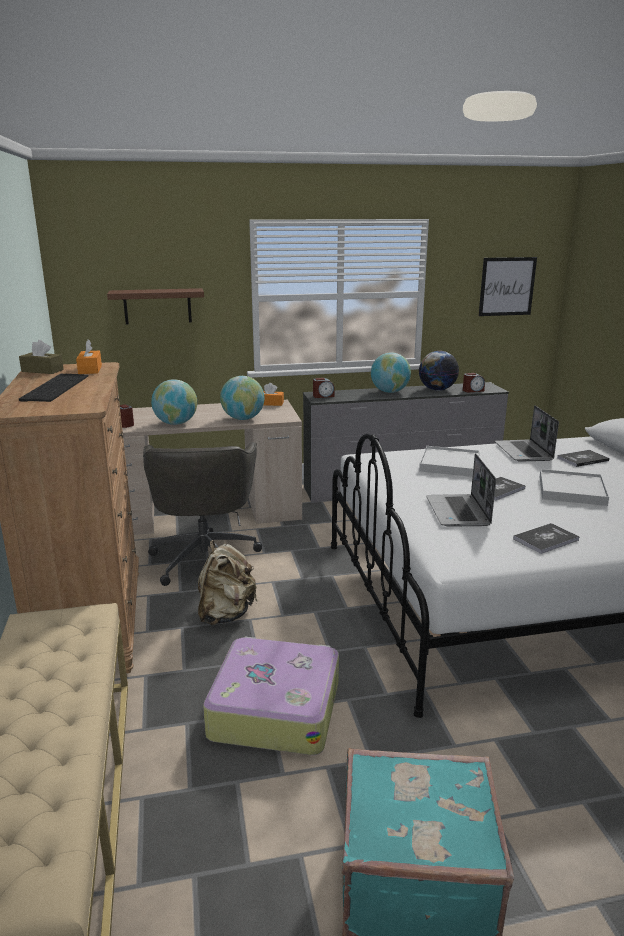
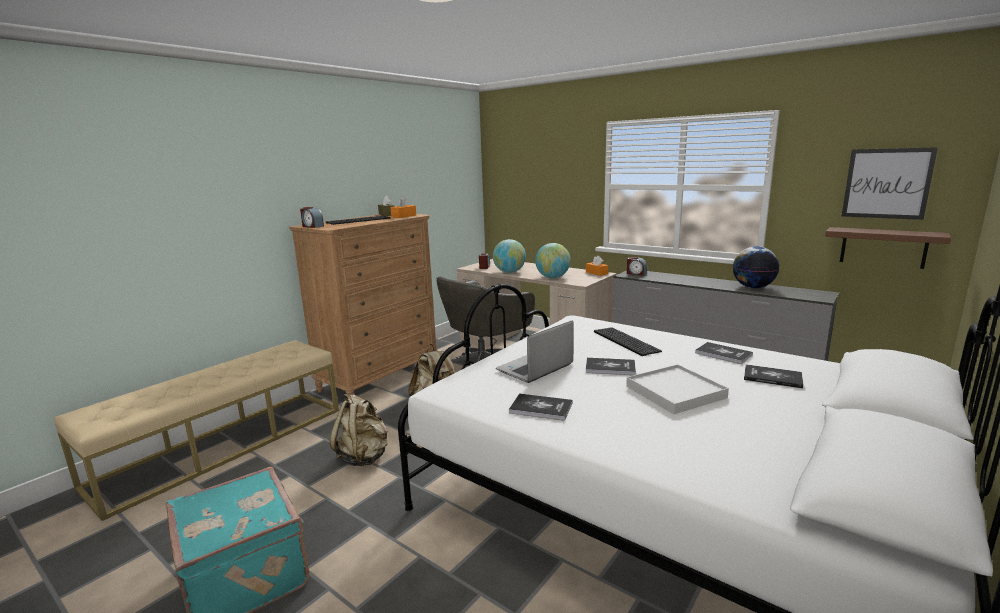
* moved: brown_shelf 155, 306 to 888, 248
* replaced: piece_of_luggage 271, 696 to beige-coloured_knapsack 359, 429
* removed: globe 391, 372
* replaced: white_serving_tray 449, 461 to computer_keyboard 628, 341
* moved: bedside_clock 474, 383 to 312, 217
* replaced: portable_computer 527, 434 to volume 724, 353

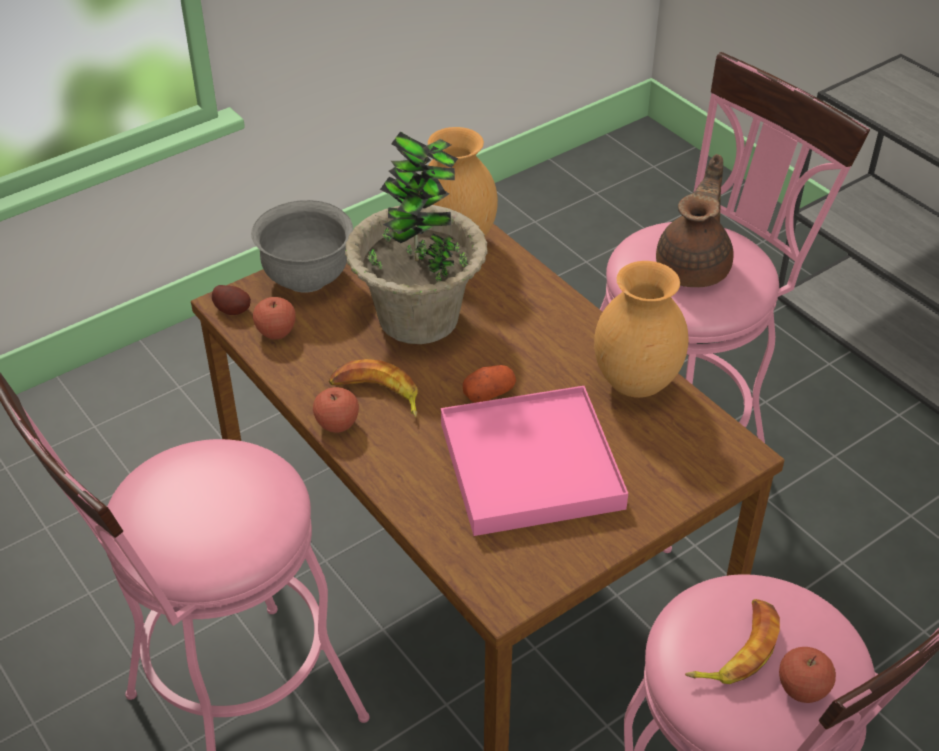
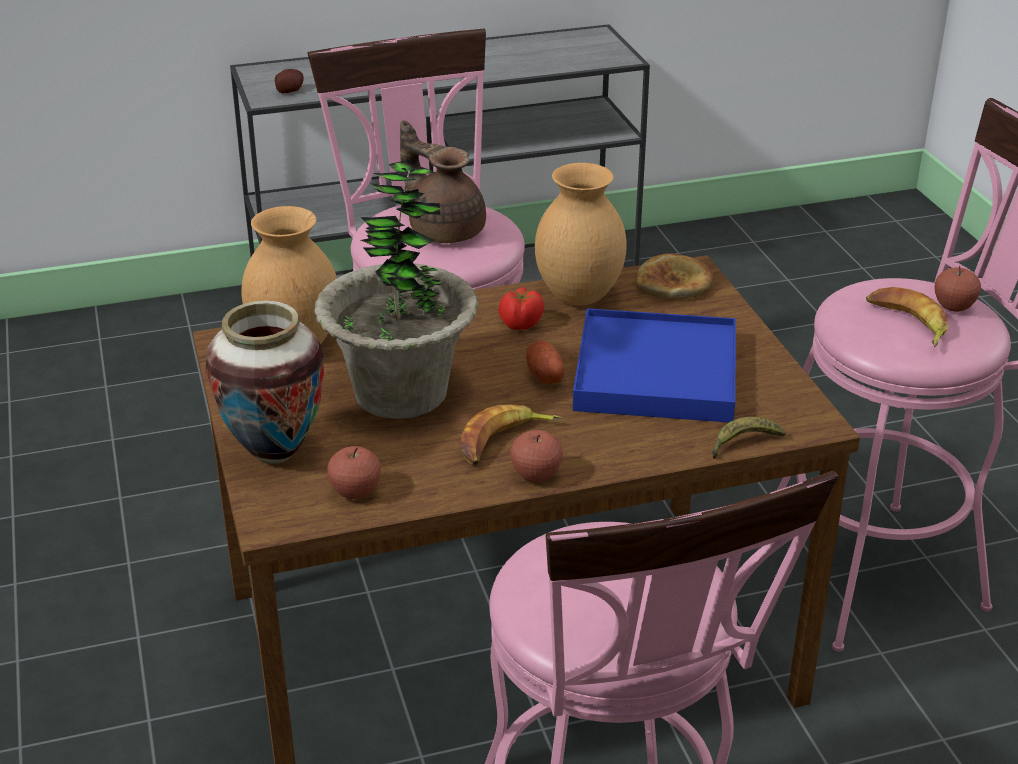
* moved: whole_potato 231, 300 to 289, 81
* replaced: gray_deep_dish 302, 246 to decorative_vase 264, 382
* recoloured: pinkish_serving_tray 534, 461 to blue_serving_tray 654, 365
* added: whole_tomato 521, 308
* added: bread 674, 276
* added: banana_fruit 749, 438

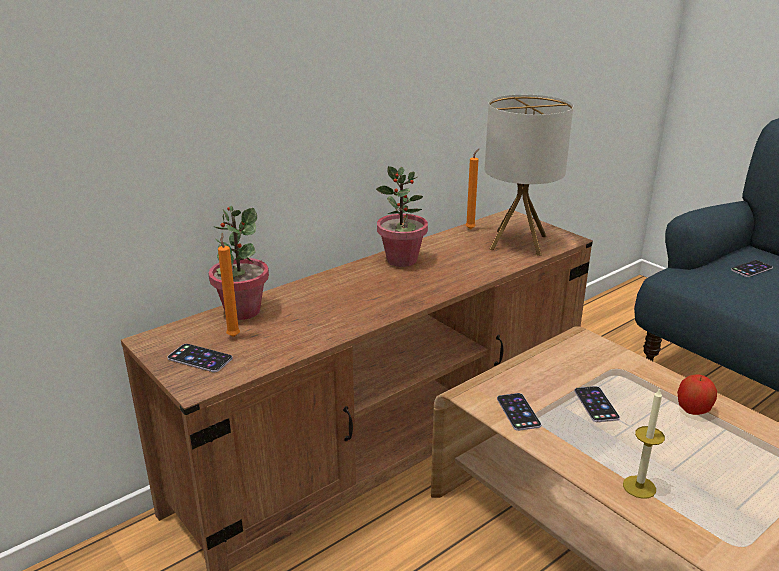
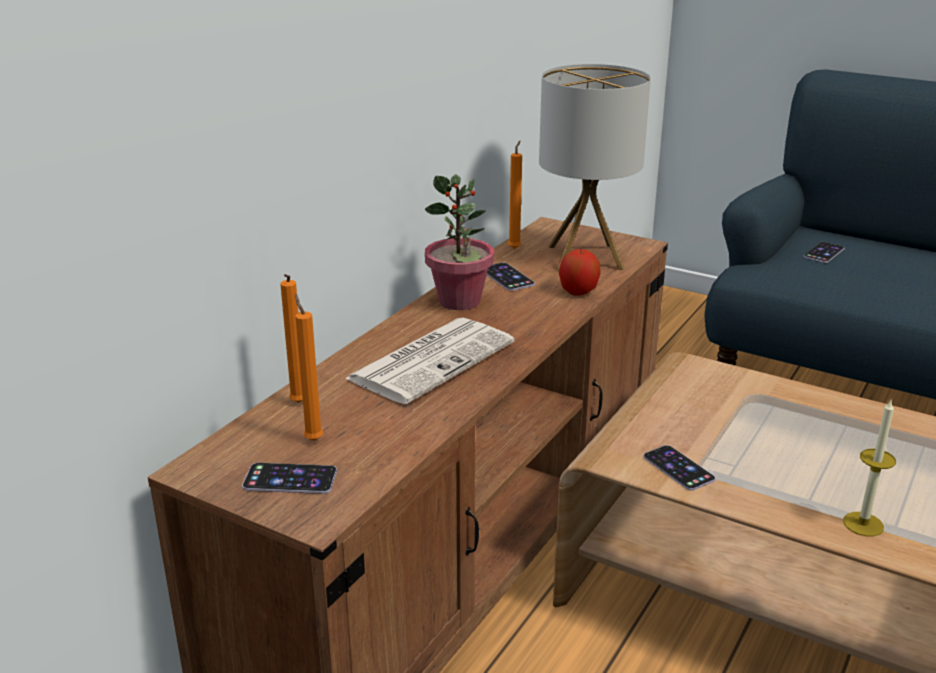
* replaced: houseplant 238, 263 to orangey_wax_light 291, 338
* moved: phone 597, 404 to 511, 276
* moved: apple 697, 394 to 580, 272
* added: newspaper 429, 361

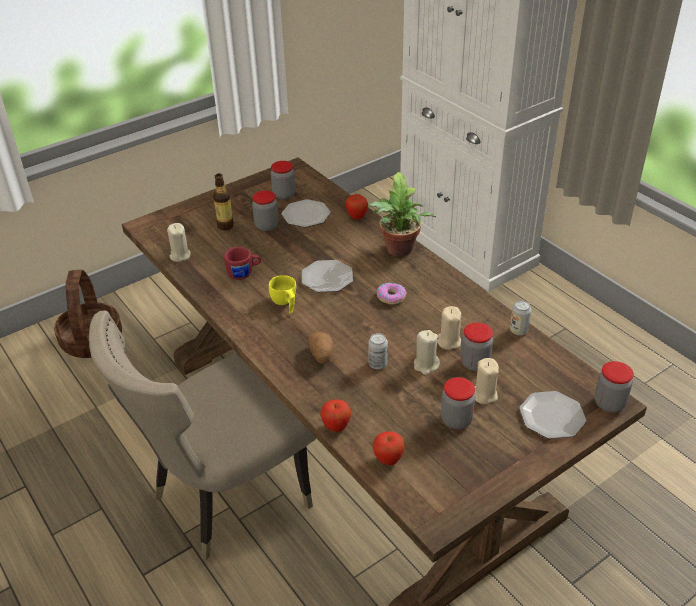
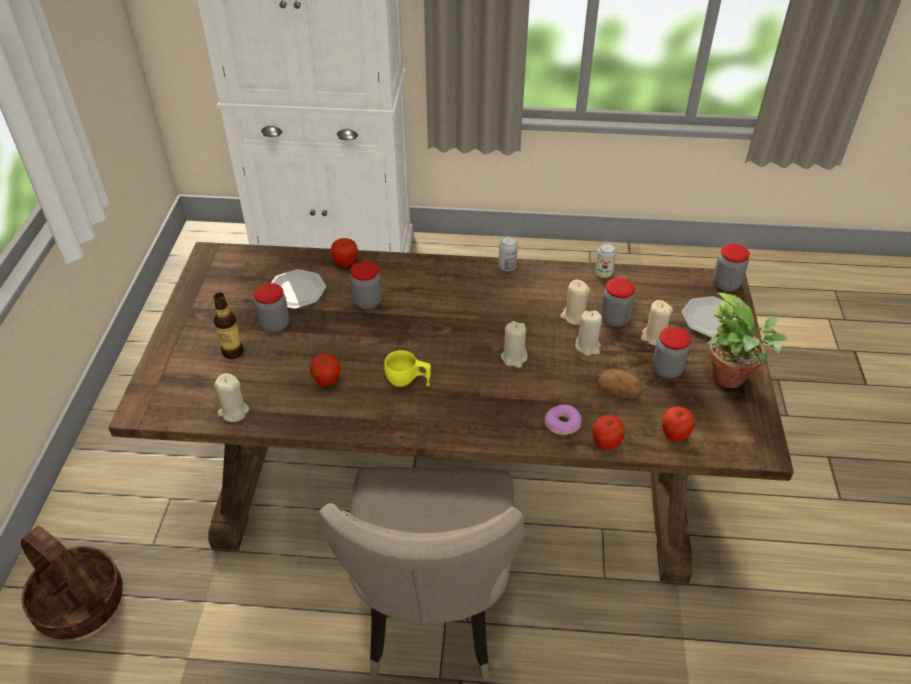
* replaced: red_tea_mug 242, 263 to apple 325, 370
* moved: preserve_jar 283, 180 to 366, 285
* removed: plate 327, 276
* moved: whole_potato 321, 348 to 620, 384
* moved: can 378, 351 to 508, 253
* moved: houseplant 402, 214 to 747, 340
* moved: ring_doughnut 392, 293 to 563, 419
* added: beige-coloured_wax_light 514, 344

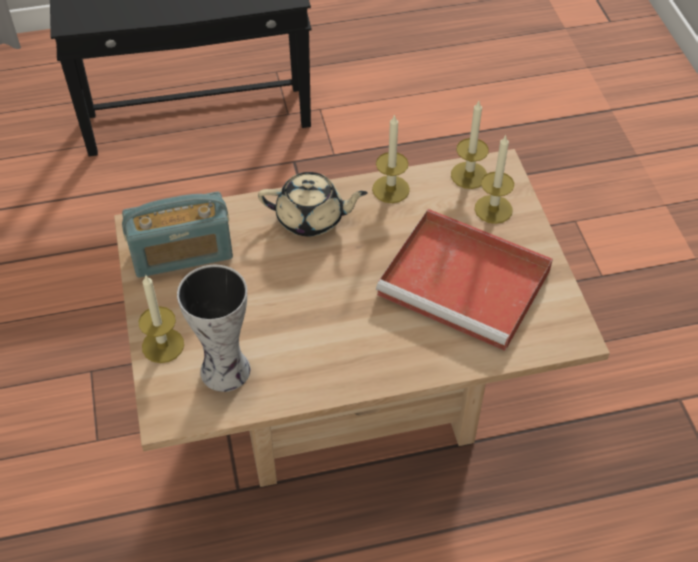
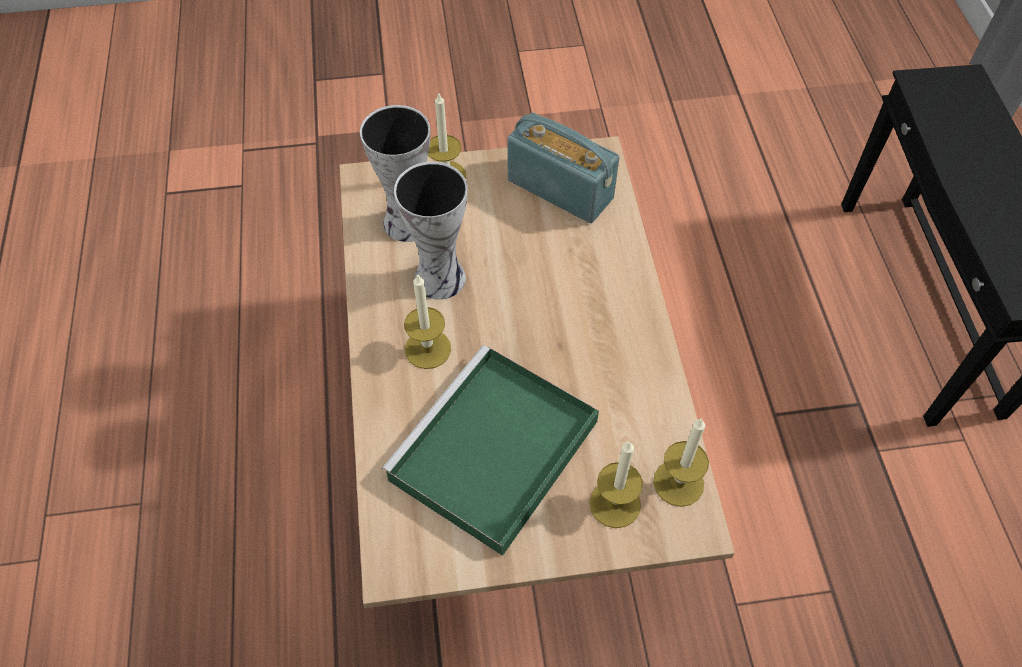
* turned: radio_receiver 177, 235 = 563, 168 135 degrees clockwise
* removed: beige-coloured_teapot 313, 204
* moved: wax_light 391, 158 to 427, 321
* recoloured: red_serving_tray 464, 280 to green_serving_tray 490, 450
* added: decorative_vase 431, 231

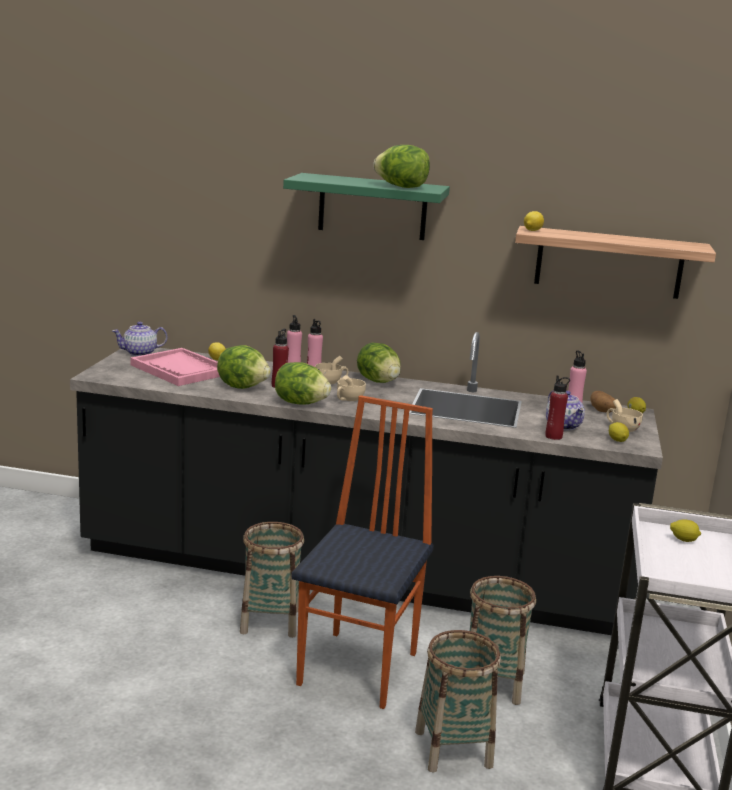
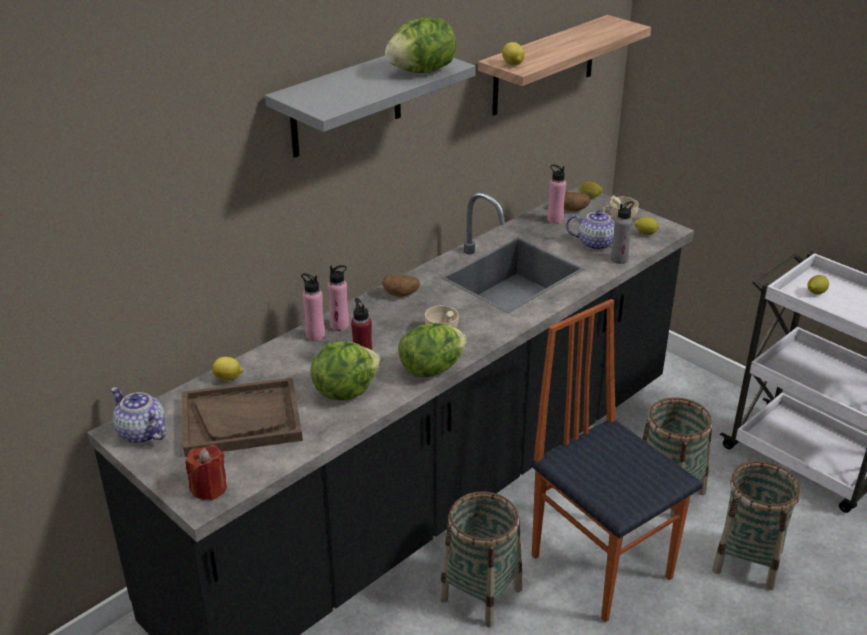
* turned: teapot 140, 339 = 138, 415 120 degrees clockwise
* recoloured: pinkish_serving_tray 175, 367 to brown_serving_tray 242, 417
* recoloured: green_shelf 366, 206 to gray_shelf 370, 107
* removed: beige-coloured_cup 331, 370
* replaced: lettuce 379, 363 to whole_potato 401, 286
* recoloured: red_bottle 557, 407 to gray_bottle 622, 232
* added: red_wax_light 206, 472

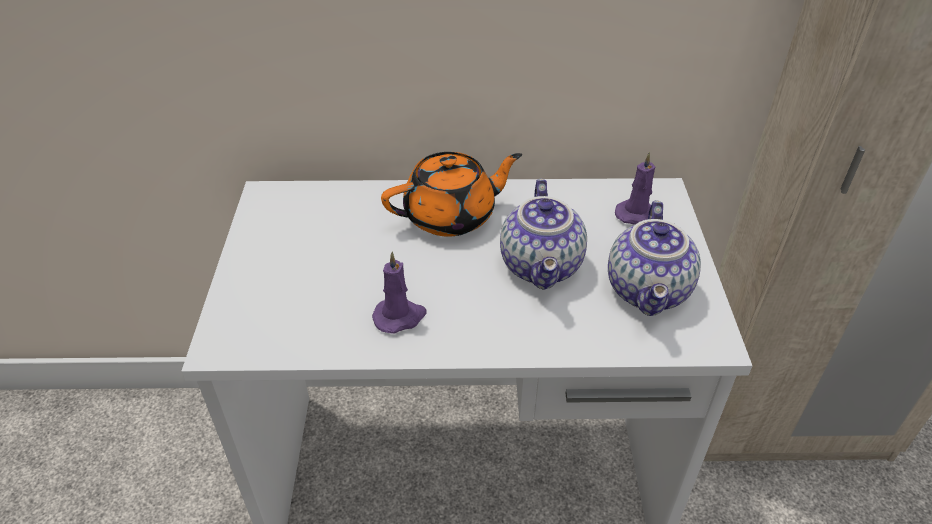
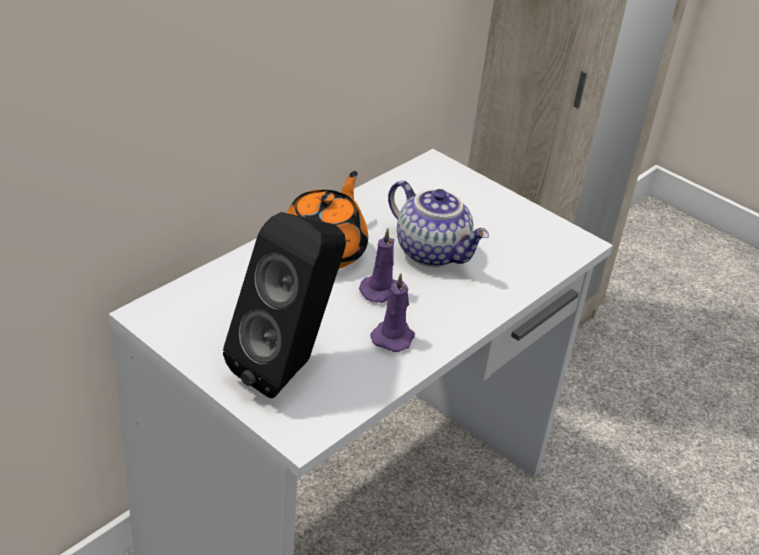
* removed: teapot 654, 258
* moved: purplish_wax_light 635, 188 to 378, 265
* added: black-coloured_speaker 284, 305

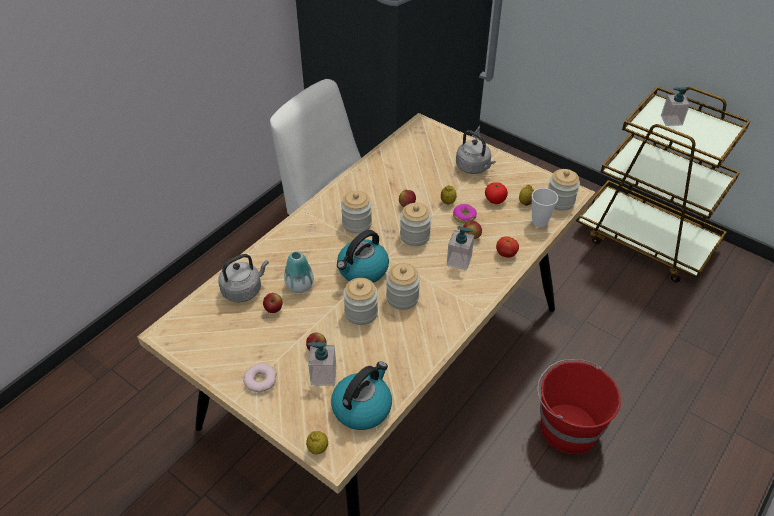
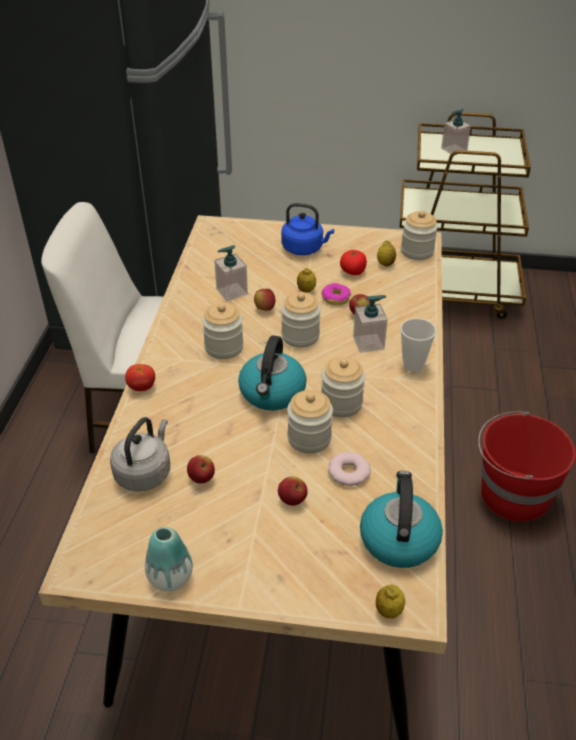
* moved: ring_doughnut 260, 377 to 349, 469
* moved: decorative_vase 299, 272 to 169, 559
* moved: soap_bottle 321, 364 to 231, 273
* recoloured: gray_tea_kettle 476, 152 to blue_tea_kettle 307, 229
* moved: whole_tomato 507, 247 to 140, 377
* moved: cup 545, 208 to 418, 345

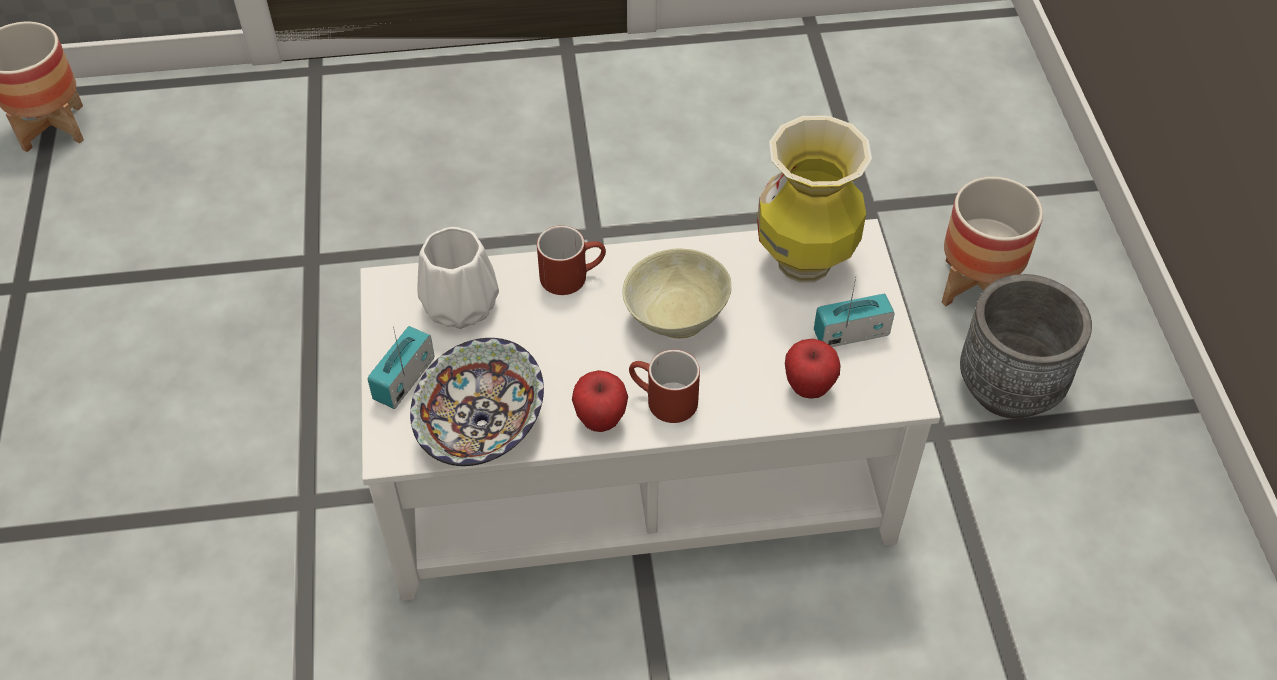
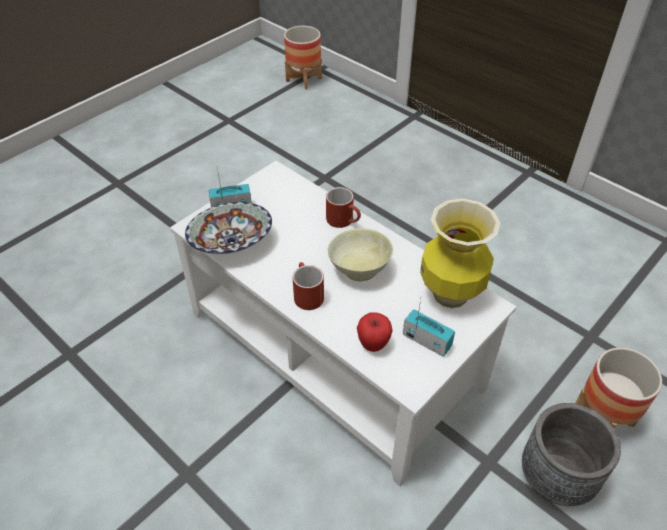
* removed: white_decorative_vase 458, 278
* removed: apple 600, 401

